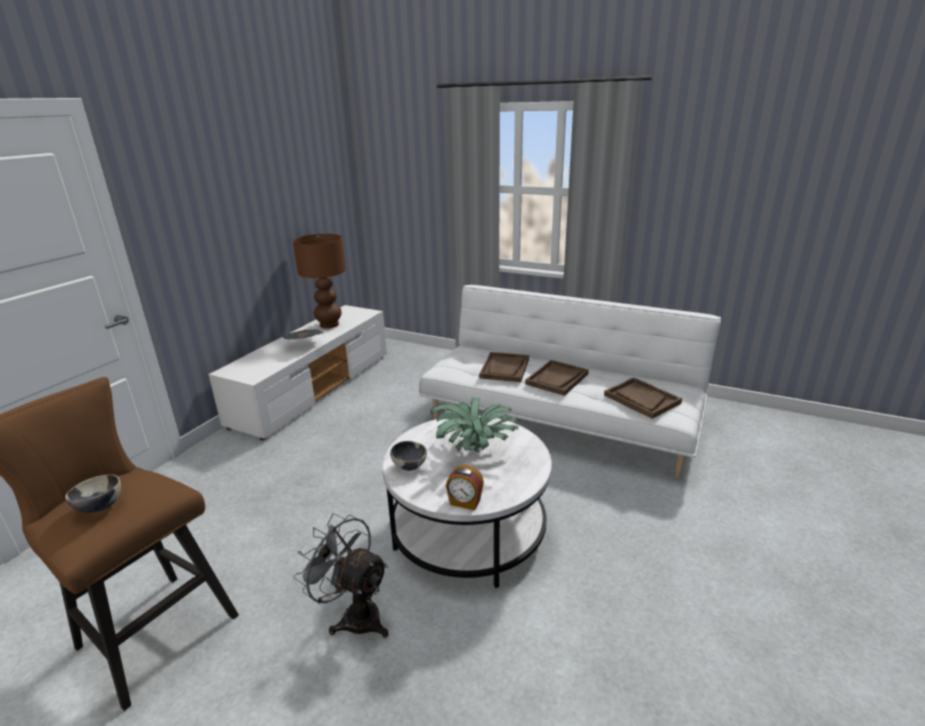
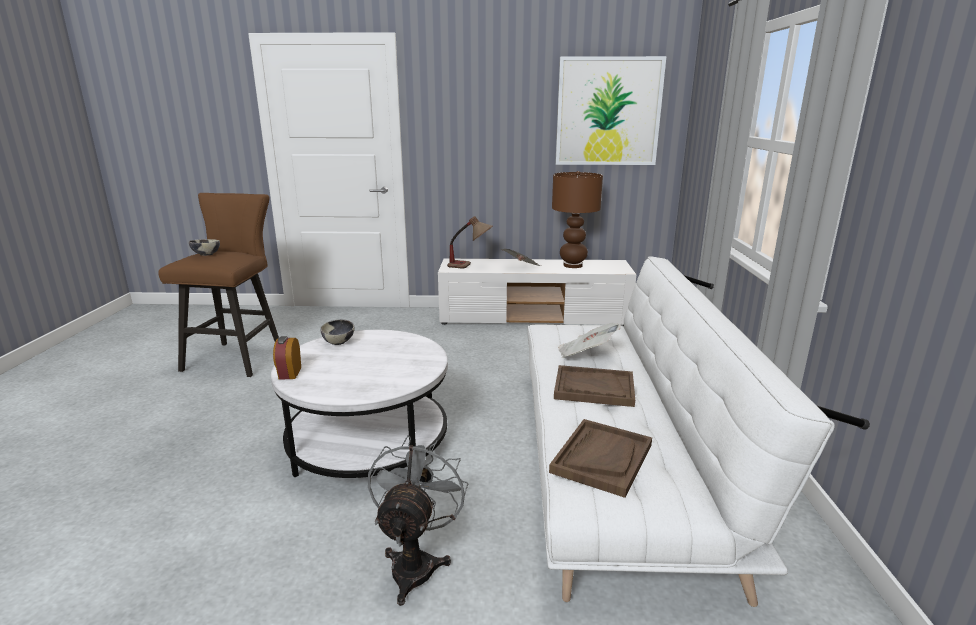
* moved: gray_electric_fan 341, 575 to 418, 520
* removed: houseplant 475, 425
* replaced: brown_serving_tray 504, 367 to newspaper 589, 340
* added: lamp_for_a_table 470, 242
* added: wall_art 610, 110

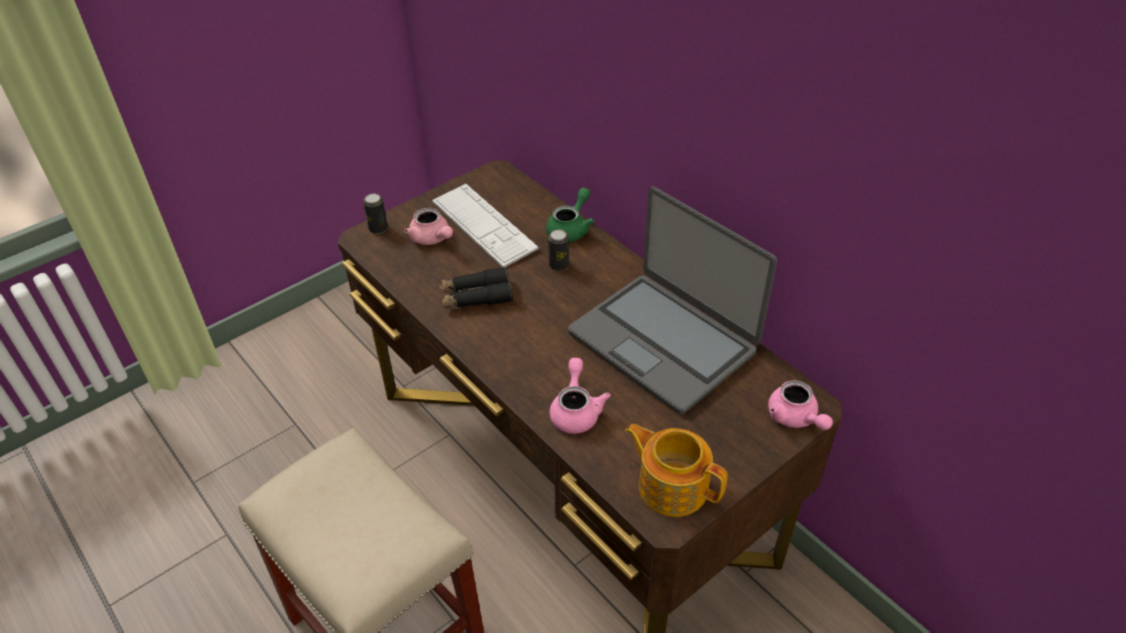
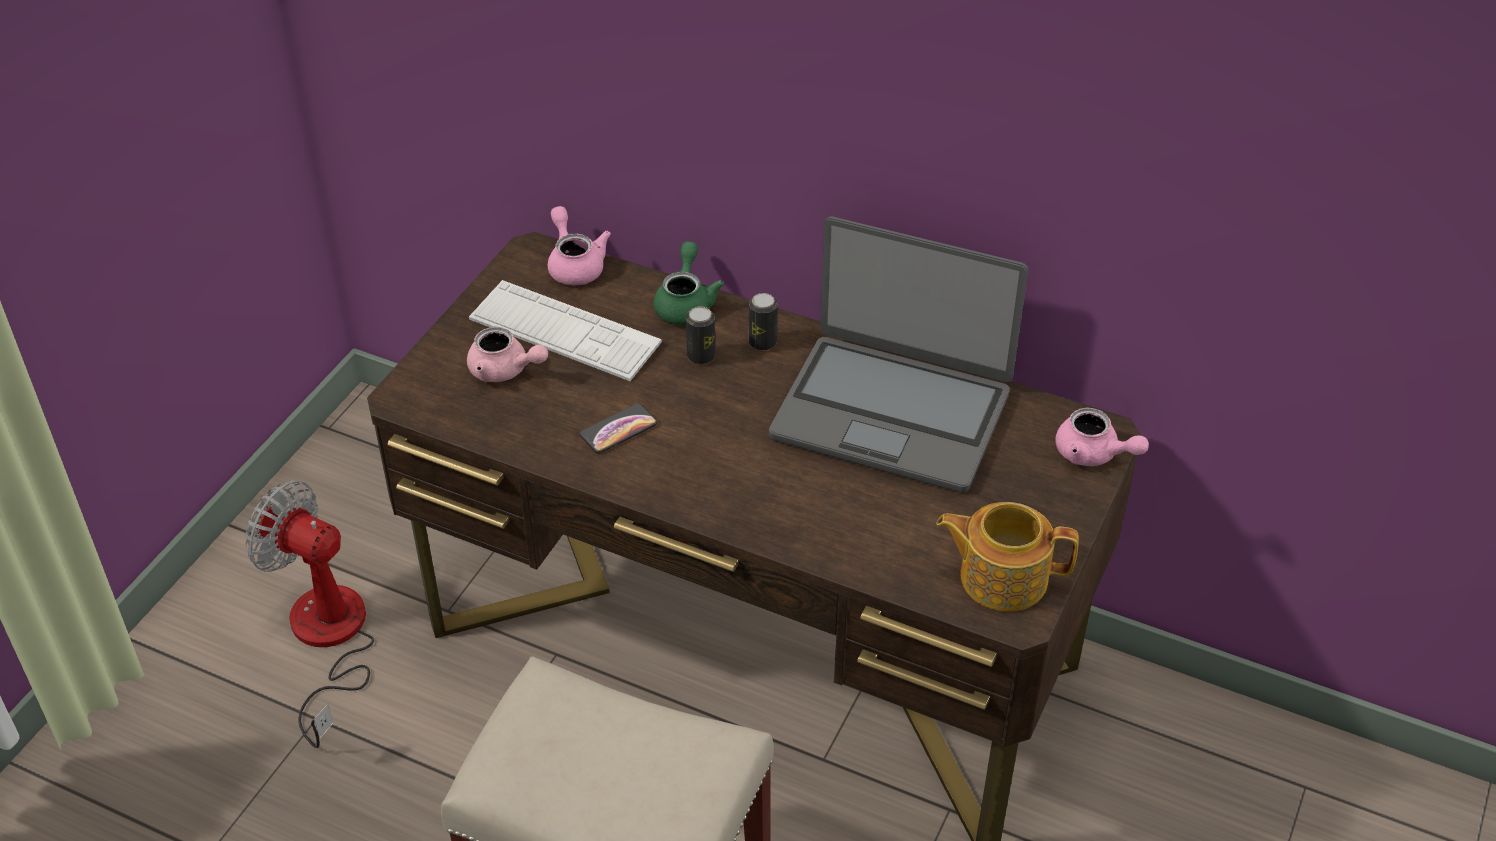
* moved: can 375, 214 to 763, 322
* replaced: black-coloured_field_glasses 475, 287 to phone 618, 428
* moved: pinkish_teapot 580, 396 to 579, 245
* added: electric_fan 309, 614

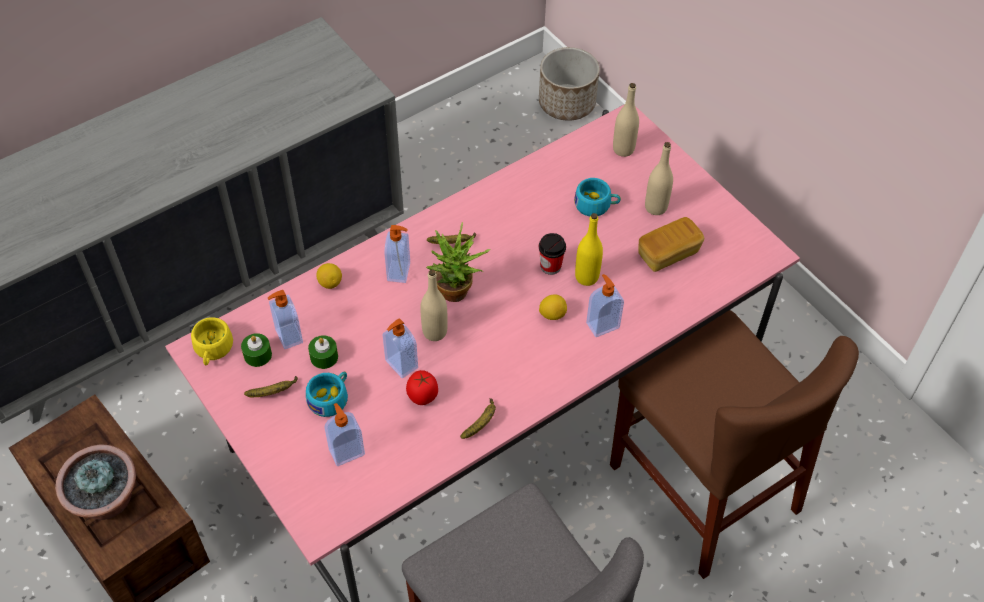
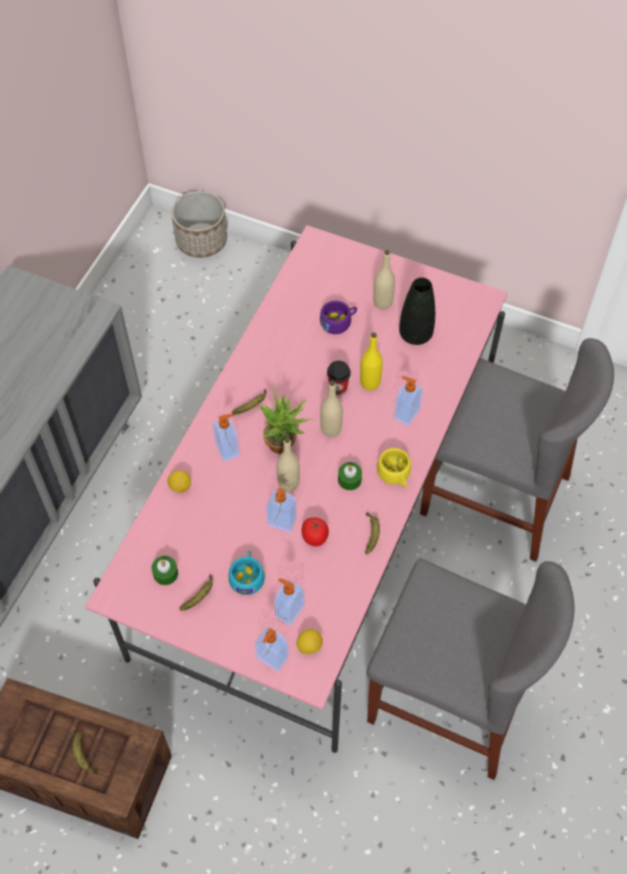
* replaced: houseplant 95, 482 to banana_fruit 85, 753
* moved: yellow_cup 212, 341 to 394, 468
* moved: soap_bottle 285, 319 to 272, 649
* moved: green_wax_light 323, 352 to 350, 476
* moved: lemon 553, 307 to 310, 641
* recoloured: blue-green_cup 597, 197 to purplish_cup 338, 317
* recoloured: brown_upright_chair 734, 444 to gray_upright_chair 517, 450
* moved: beige-coloured_bottle 626, 120 to 331, 408
* replaced: bread 671, 244 to black-coloured_decorative_vase 417, 311

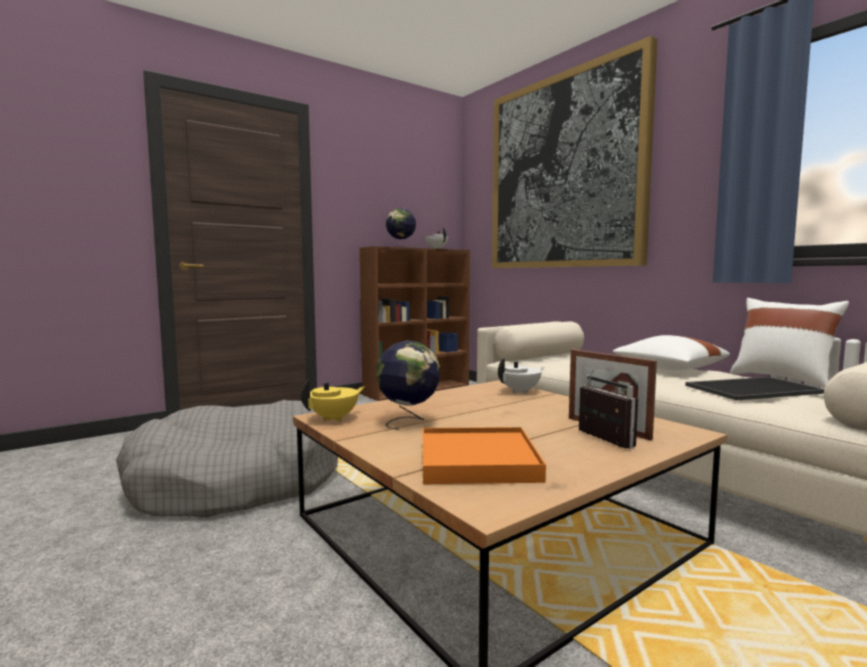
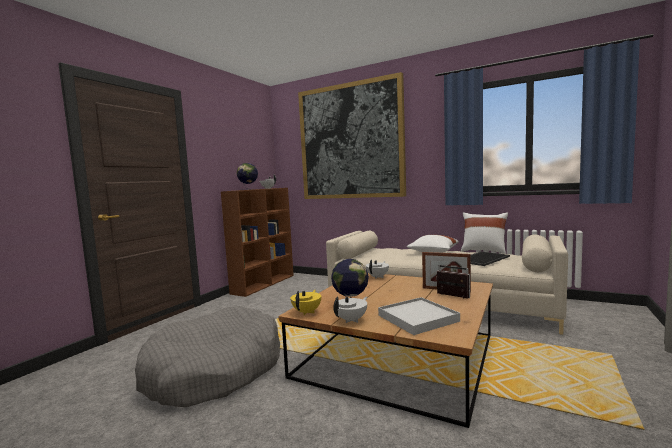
* recoloured: orangey_serving_tray 484, 455 to white_serving_tray 419, 316
* added: white_teapot 350, 310

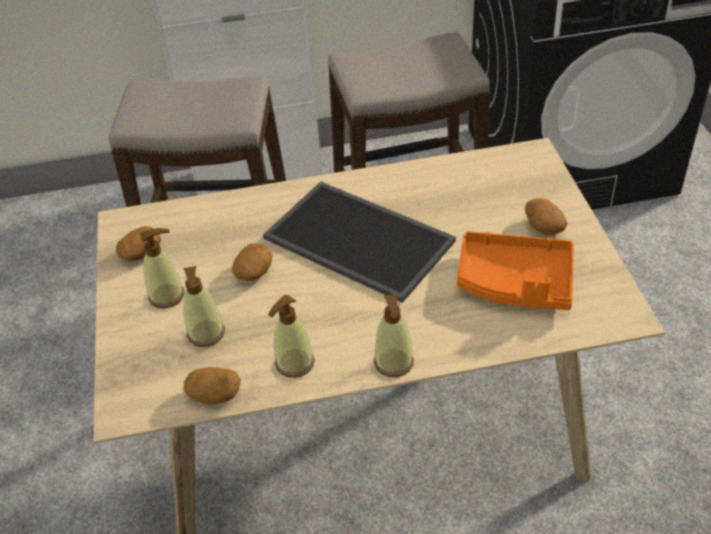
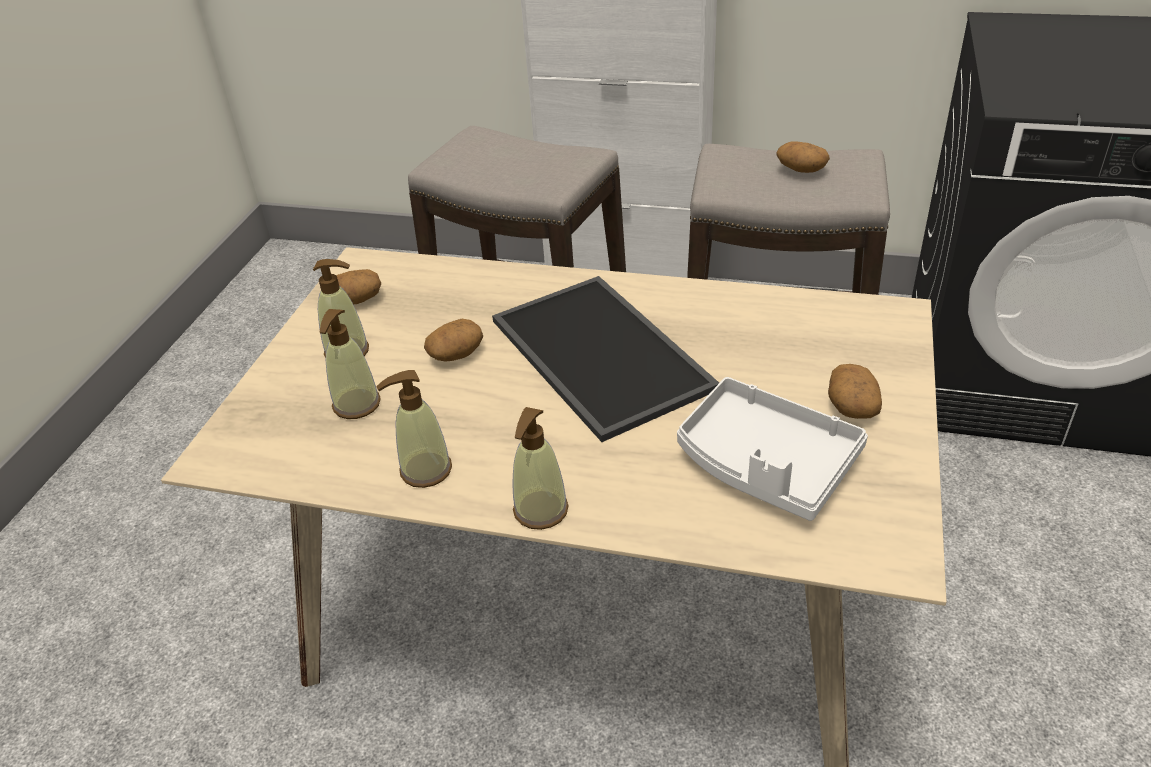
* moved: whole_potato 212, 386 to 803, 157
* recoloured: orangey_serving_tray 515, 270 to white_serving_tray 772, 449

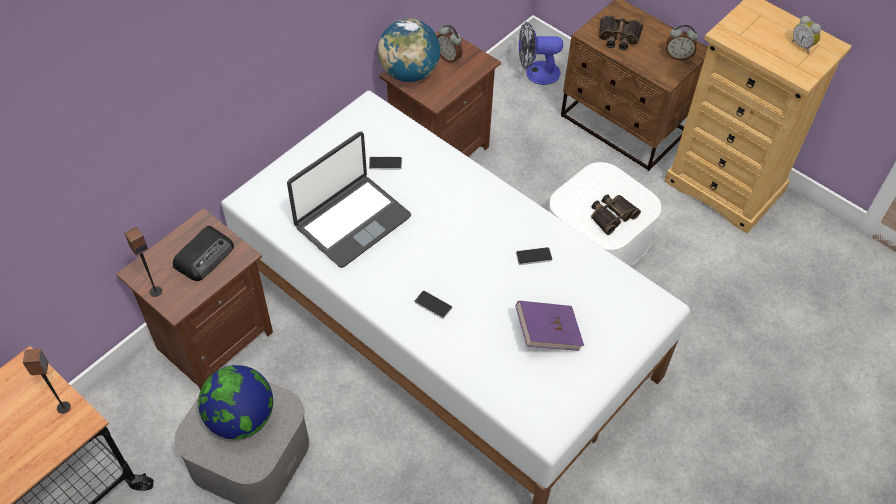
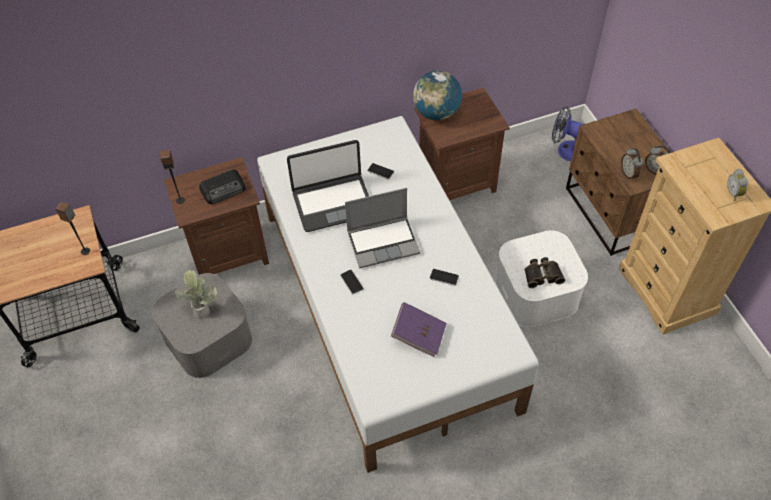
* replaced: globe 235, 402 to houseplant 196, 294
* moved: bedside_clock 450, 44 to 632, 164
* removed: field_glasses 621, 33
* added: portable_computer 382, 228

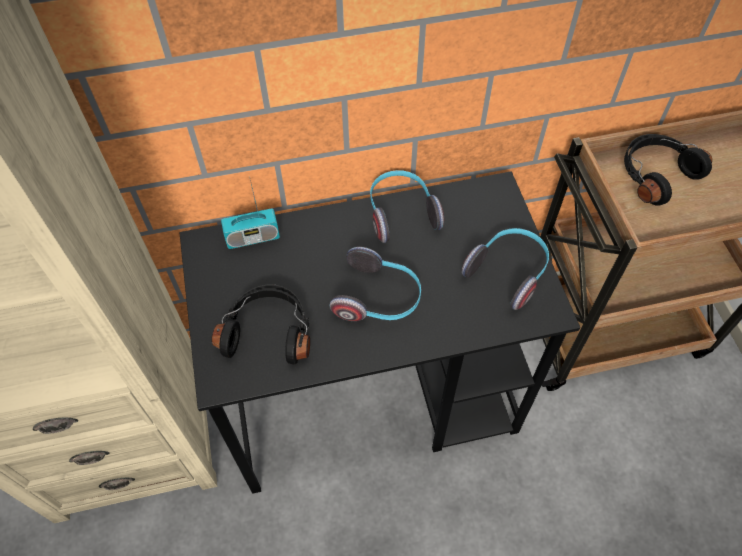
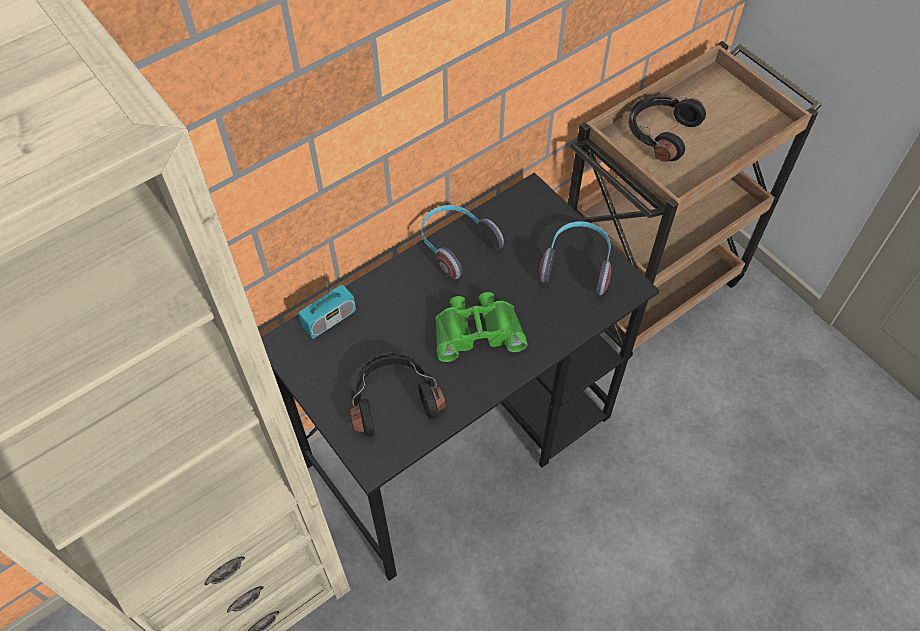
* replaced: pair_of_headphones 375, 284 to green_field_glasses 481, 327

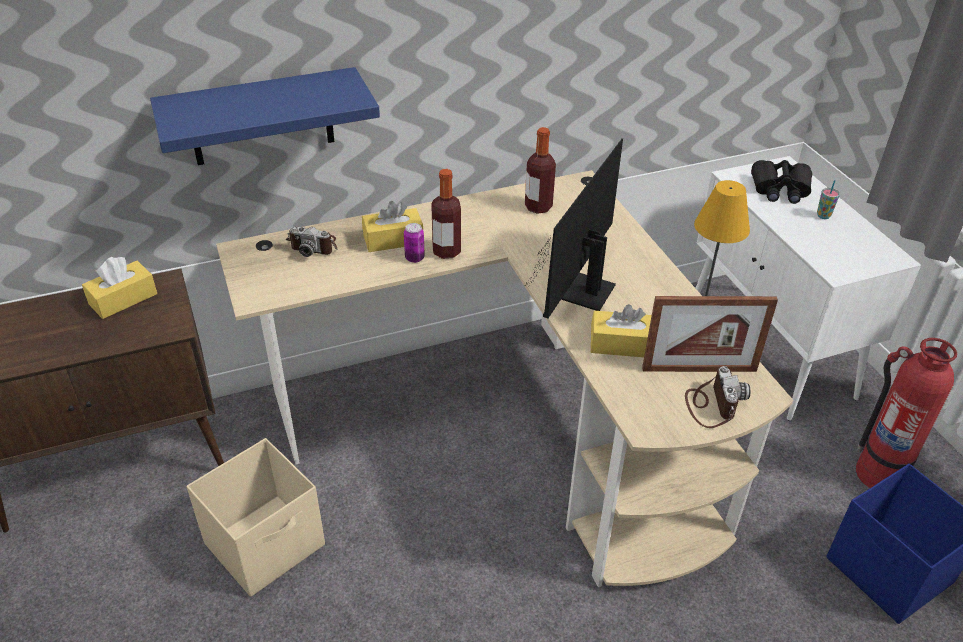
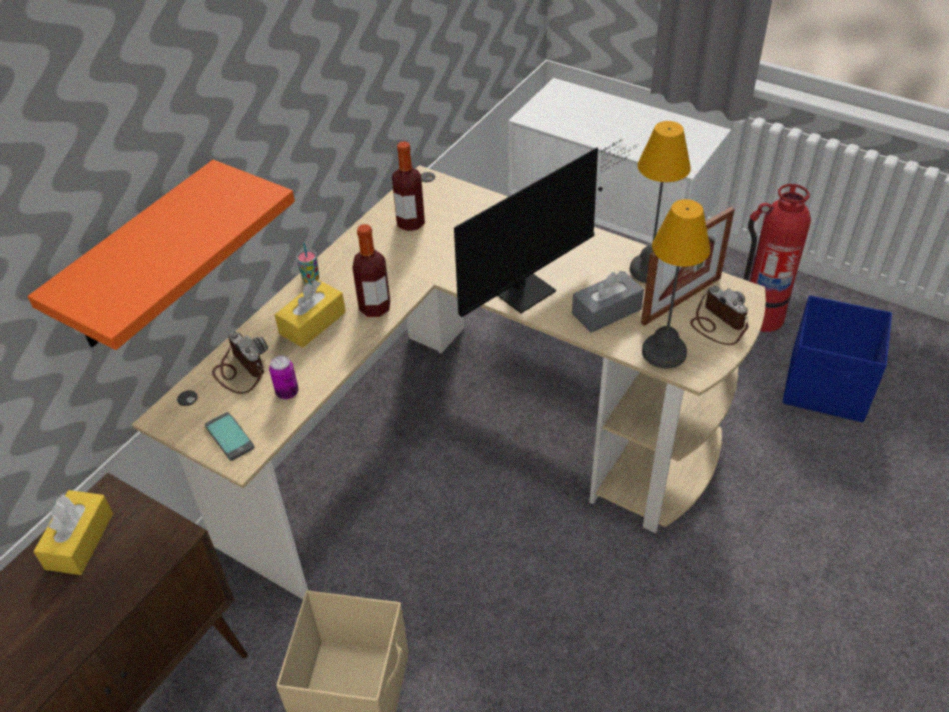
* recoloured: blue_shelf 265, 116 to orangey_shelf 161, 255
* turned: still_camera 311, 241 = 240, 363 105 degrees counterclockwise
* moved: can 414, 243 to 283, 377
* turned: computer_display 575, 228 = 545, 228 120 degrees counterclockwise
* recoloured: yellow_tissue_holder 621, 330 to gray_tissue_holder 608, 302
* removed: black-coloured_field_glasses 781, 182
* moved: cup 828, 199 to 307, 263
* added: phone 229, 436
* added: lamp_for_a_table 676, 283

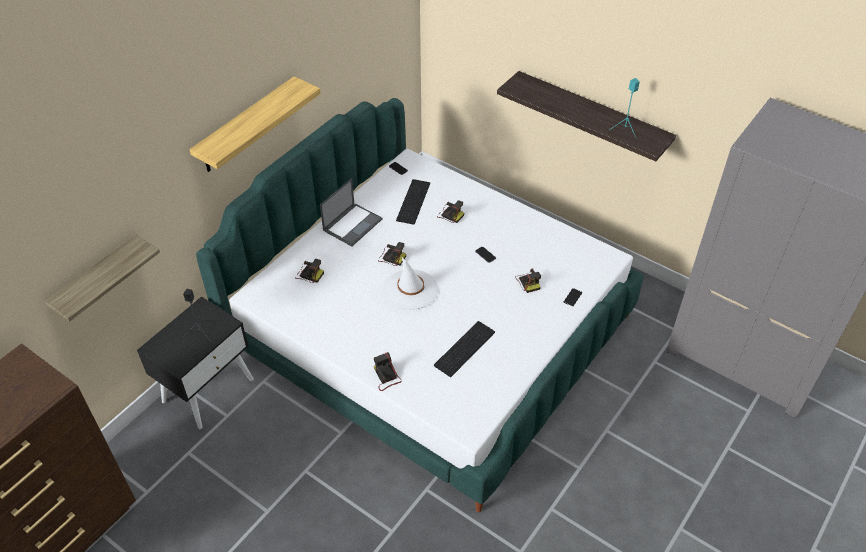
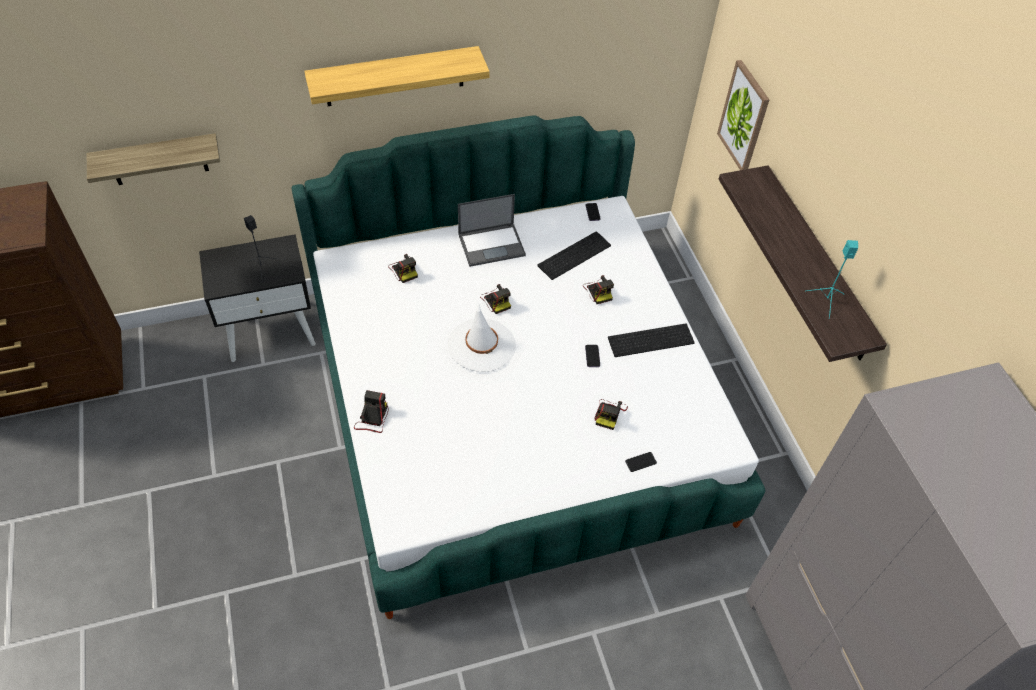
* moved: computer_keyboard 464, 349 to 651, 340
* added: wall_art 743, 115

